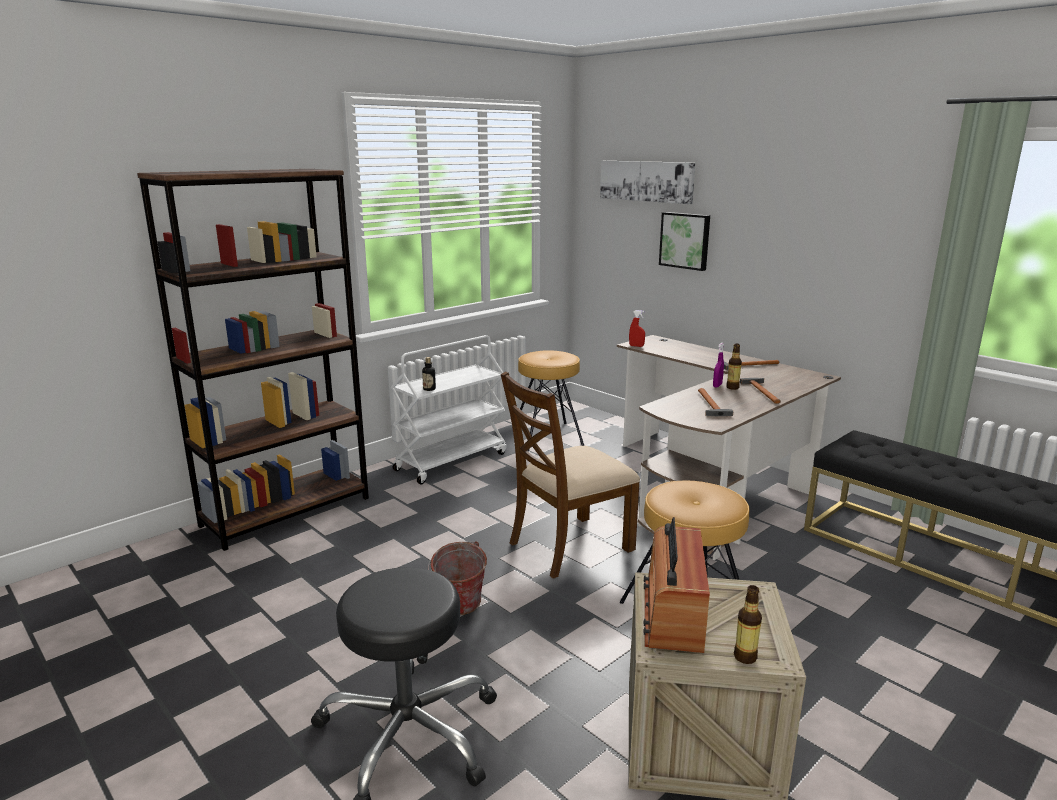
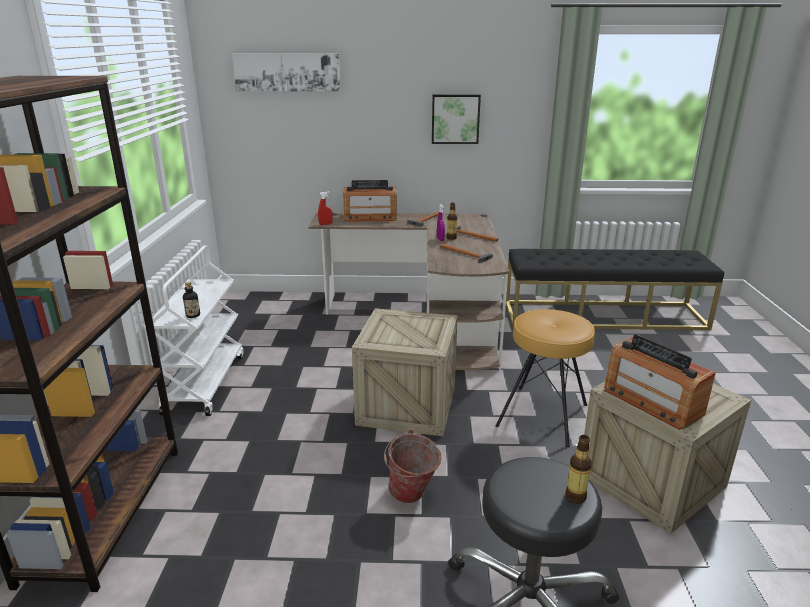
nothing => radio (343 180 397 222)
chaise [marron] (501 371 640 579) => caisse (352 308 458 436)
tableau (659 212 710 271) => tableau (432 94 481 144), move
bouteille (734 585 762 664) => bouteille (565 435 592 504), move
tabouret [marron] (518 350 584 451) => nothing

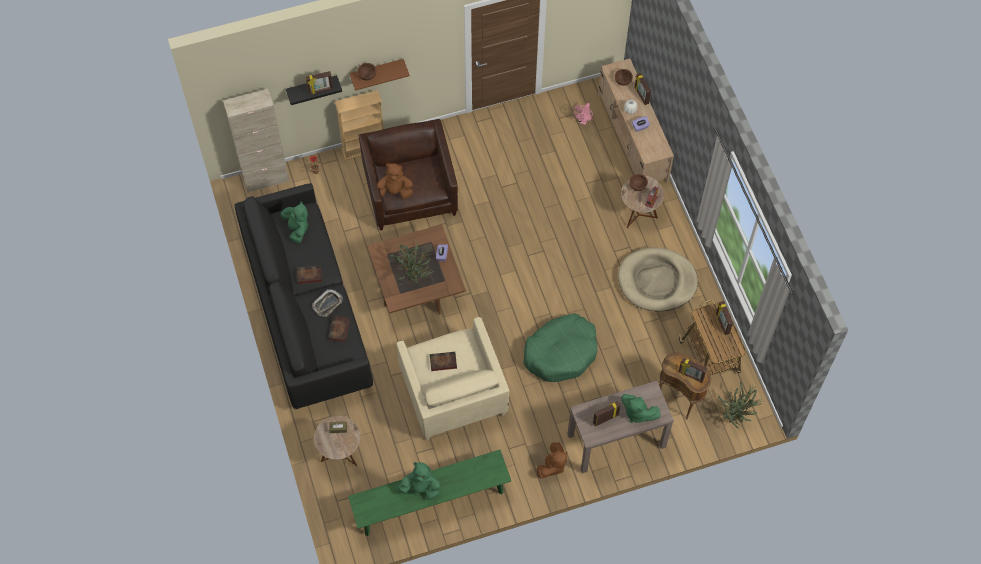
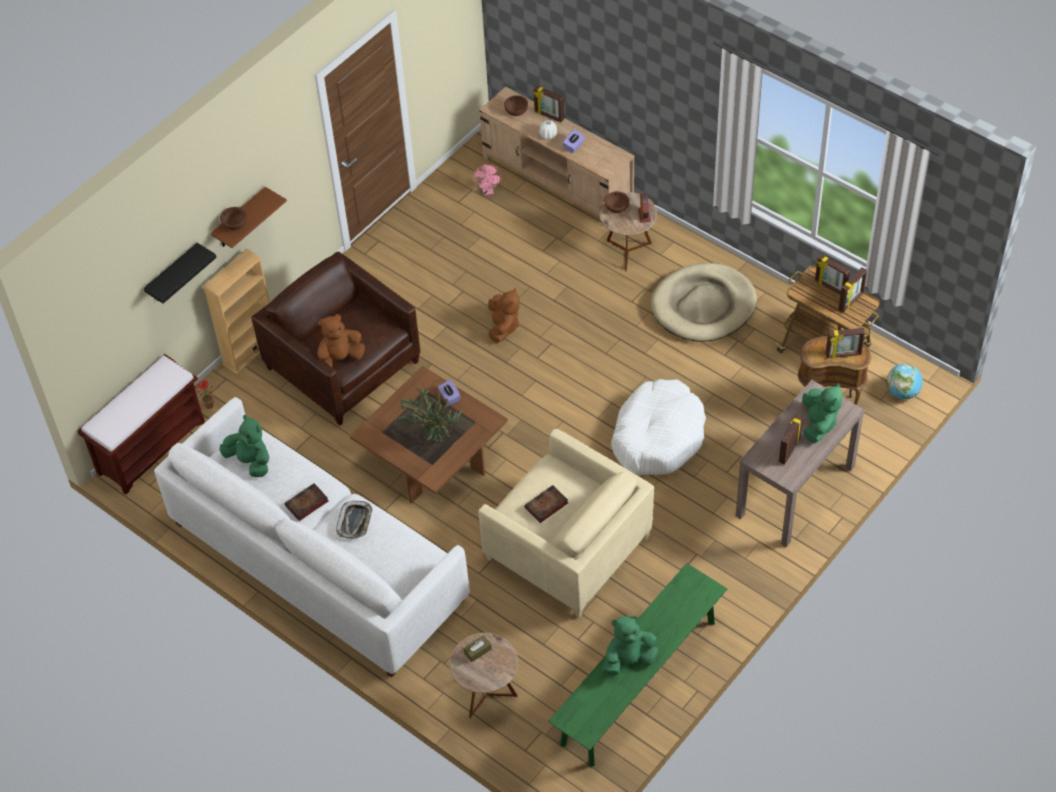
meuble de rangement [beige] (223 89 289 193) => banc [marron] (77 354 205 495)
canapé [noir] (235 183 373 409) => canapé [blanc] (154 397 470 677)
peluche [marron] (537 442 568 478) => peluche [marron] (488 288 520 343), move
panier pour chien [vert] (523 313 597 382) => panier pour chien [blanc] (611 379 706 475)
peluche [vert] (621 394 661 423) => peluche [vert] (802 383 842 443), 90 degrees counterclockwise
cadre photo (306 71 333 94) => cadre photo (838 267 867 313), move
plante en pot (718 382 763 429) => globe (886 364 923 400)
livre (329 316 350 342) => nothing

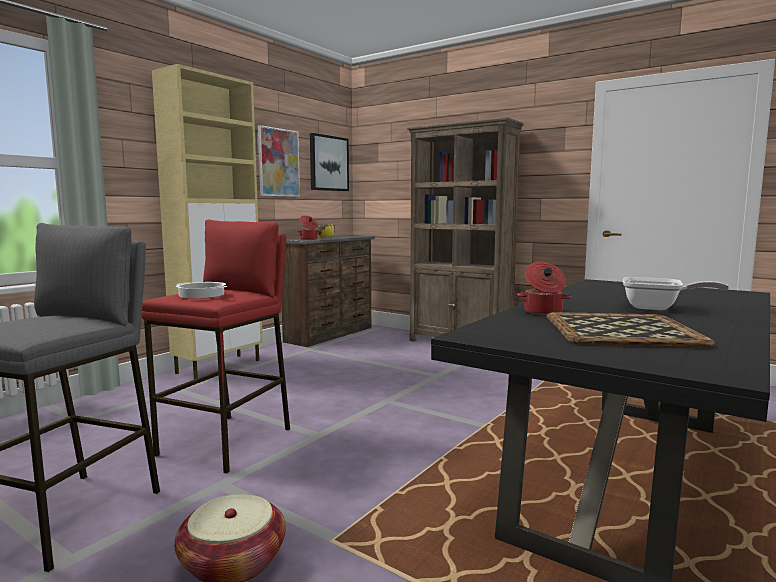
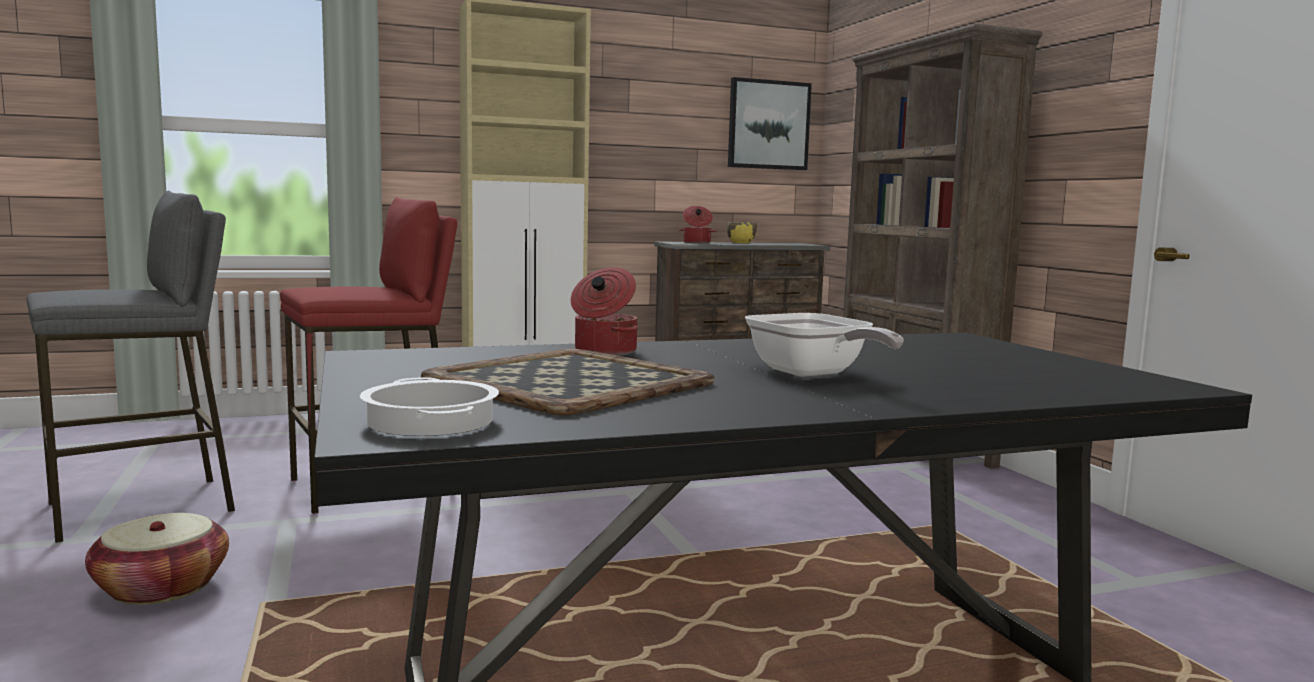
marmite (176 282 228 298) => marmite (360 377 499 436), move
tableau (258 125 300 197) => nothing

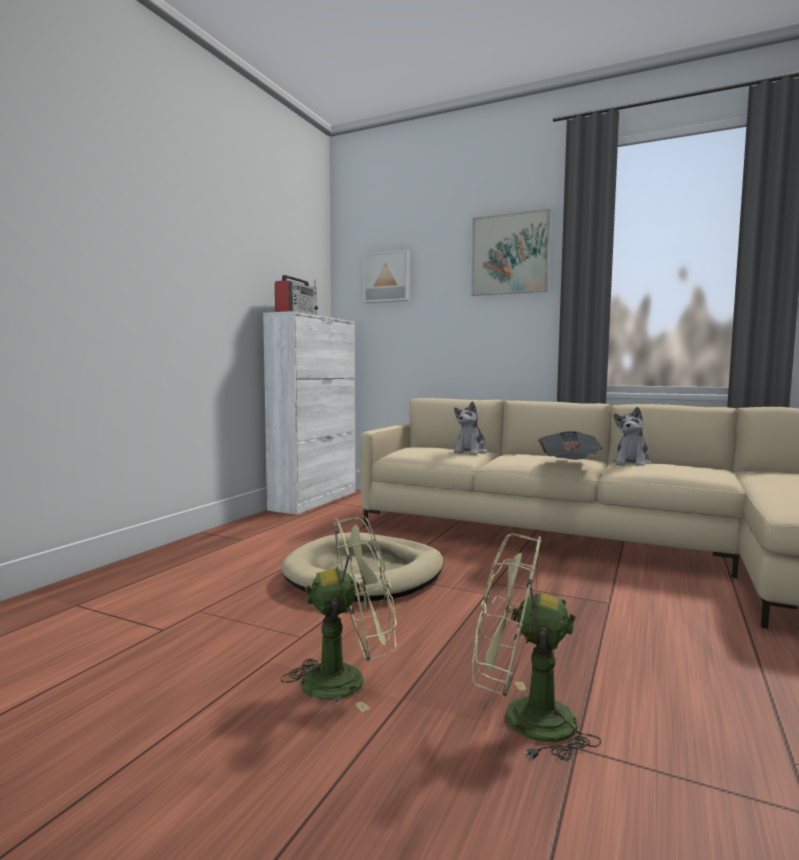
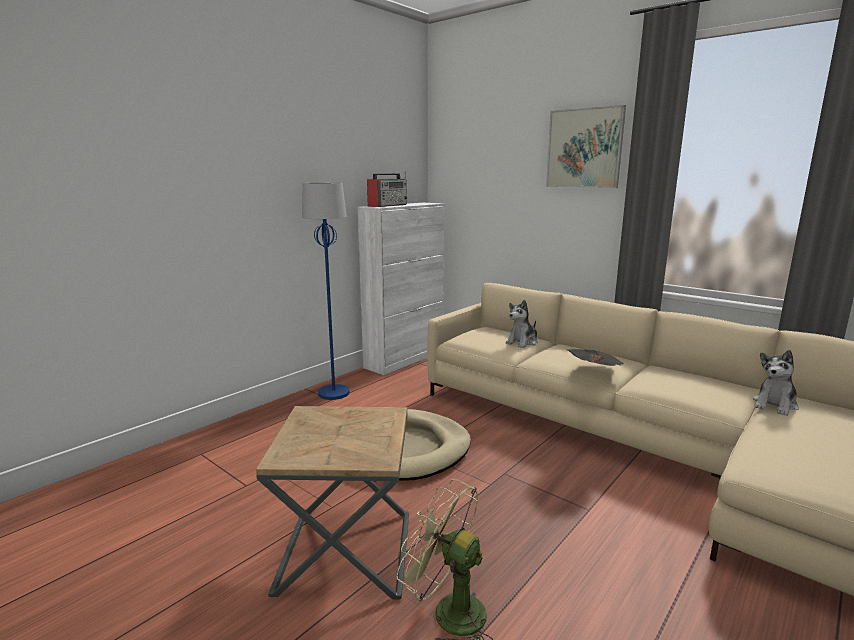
ventilateur [vert] (281 515 396 712) => table d'appoint [marron] (256 406 409 600)
nothing => lampadaire [bleu] (302 183 350 400)
peluche (613 407 652 466) => peluche (753 350 799 416), move
tableau (364 250 410 303) => nothing

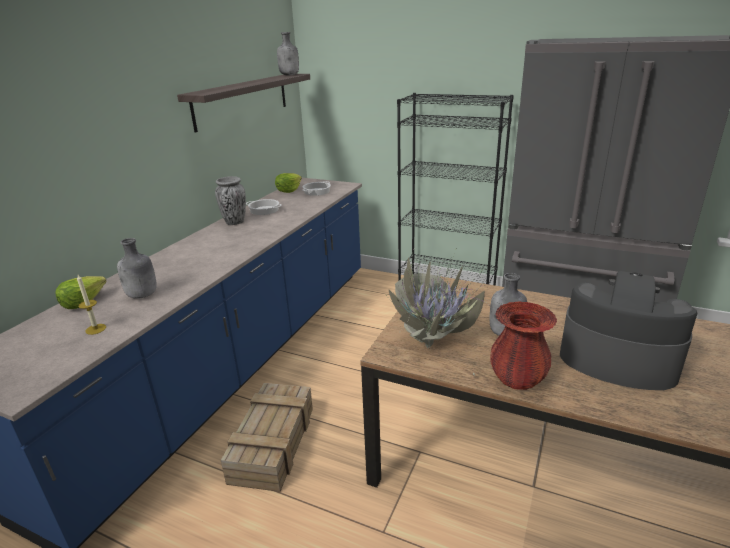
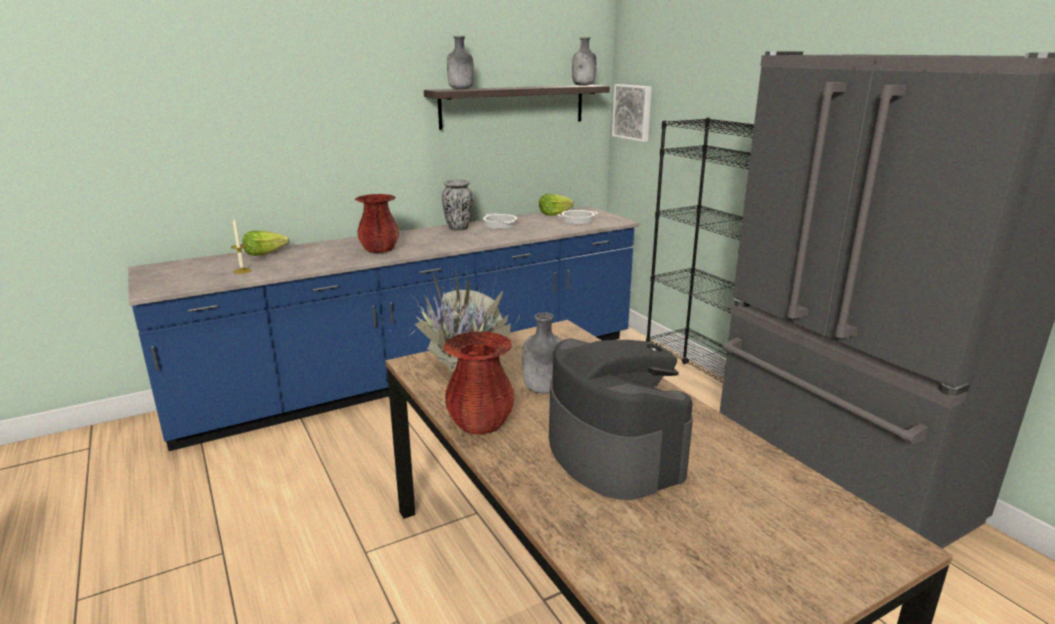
nothing => vase [rouge] (355 194 399 253)
bouteille [gris] (117 238 157 299) => bouteille [gris] (447 36 474 90), move
nothing => tableau (612 84 652 142)
caisse (221 383 313 492) => nothing

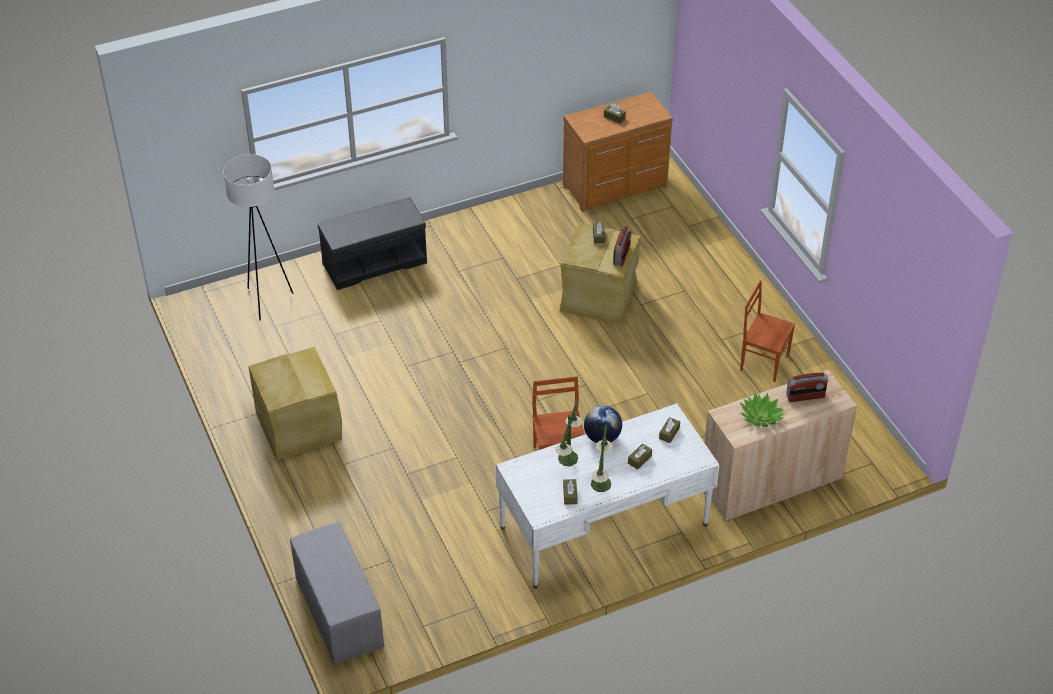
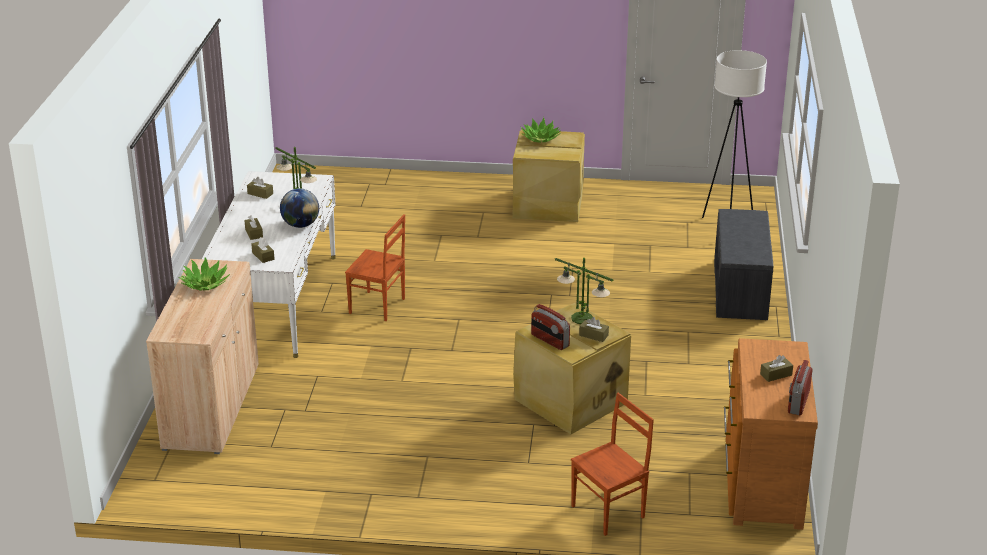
nothing => plante en pot (520 117 561 143)
lampe de table (591 425 613 492) => lampe de table (555 258 613 324), move
chaise [marron] (740 280 795 382) => chaise [marron] (571 393 654 536), move
radio (786 373 828 402) => radio (788 360 812 415), move
banc [gris] (290 522 384 665) => nothing

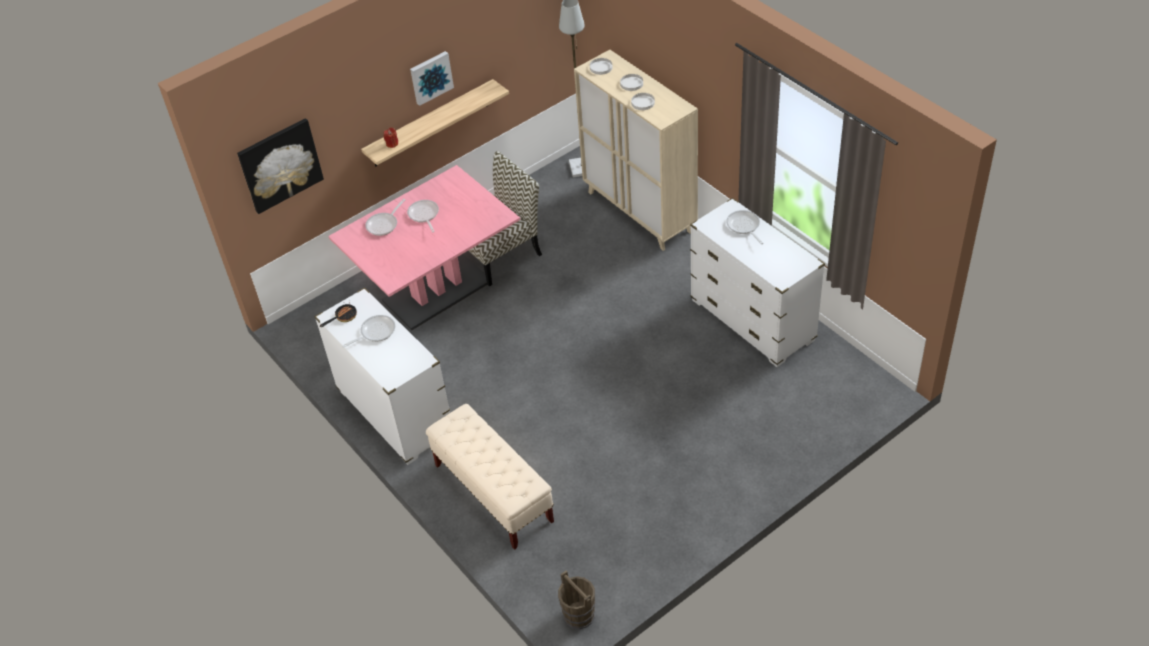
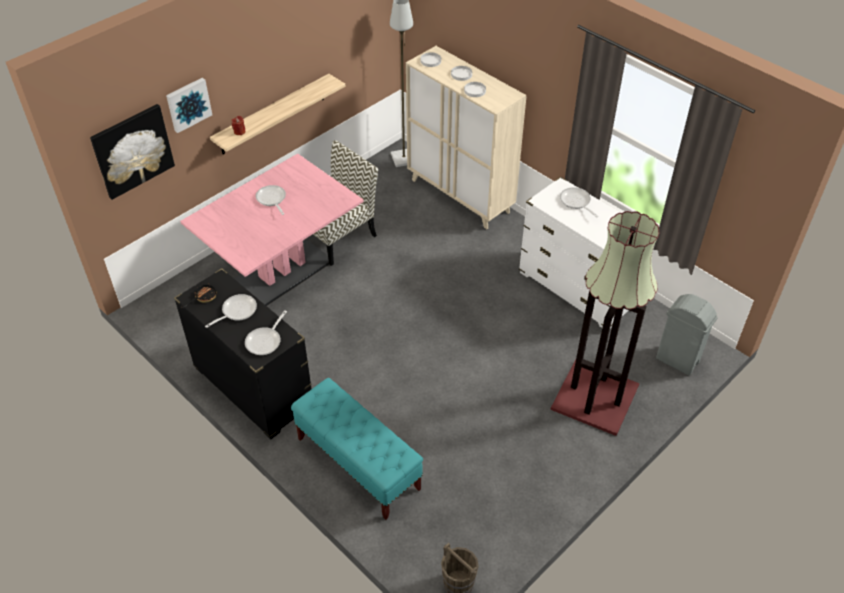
tableau (410 51 454 106) => tableau (166 78 212 133), move
commode [blanc] (314 287 450 465) => commode [noir] (174 268 311 439)
poêle (365 199 405 236) => poêle (245 310 287 355), move
banc [beige] (426 404 554 550) => banc [turquoise] (291 378 423 520)
nothing => lampadaire (551 211 660 436)
nothing => poubelle [gris] (656 294 717 375)

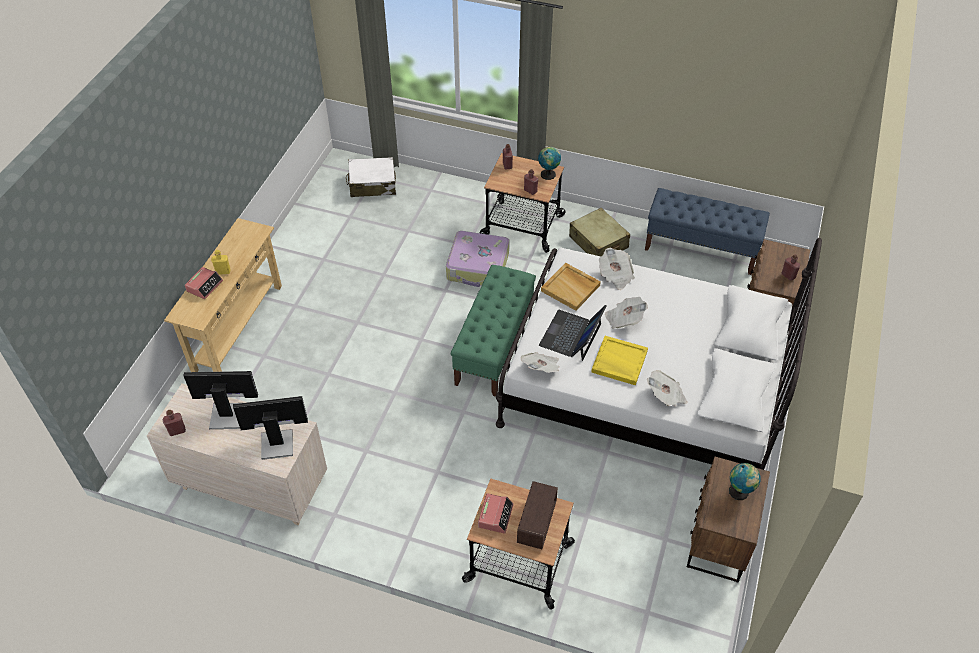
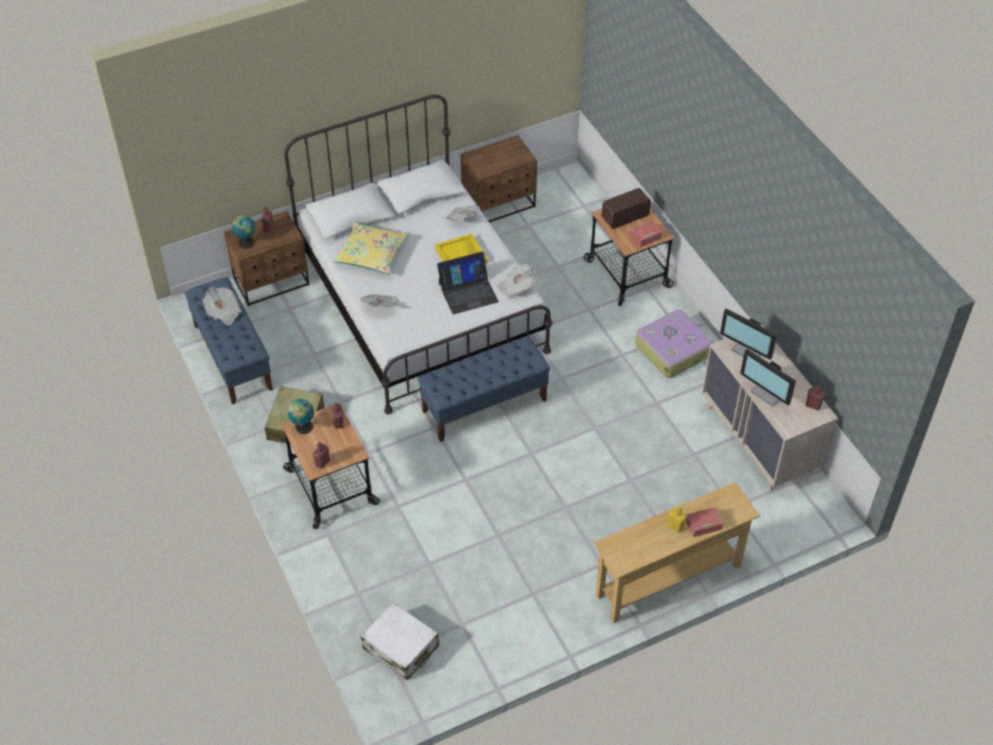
journal (605 297 648 329) => journal (203 287 242 325), move
globe (729 463 761 500) => globe (232 215 256 249), move
nothing => coussin [jaune] (333 222 409 275)
banc [vert] (451 265 536 397) => banc [bleu] (418 336 550 442)
valise (446 231 509 287) => valise (635 310 713 378), move
plateau [beige] (541 263 601 311) => nothing

